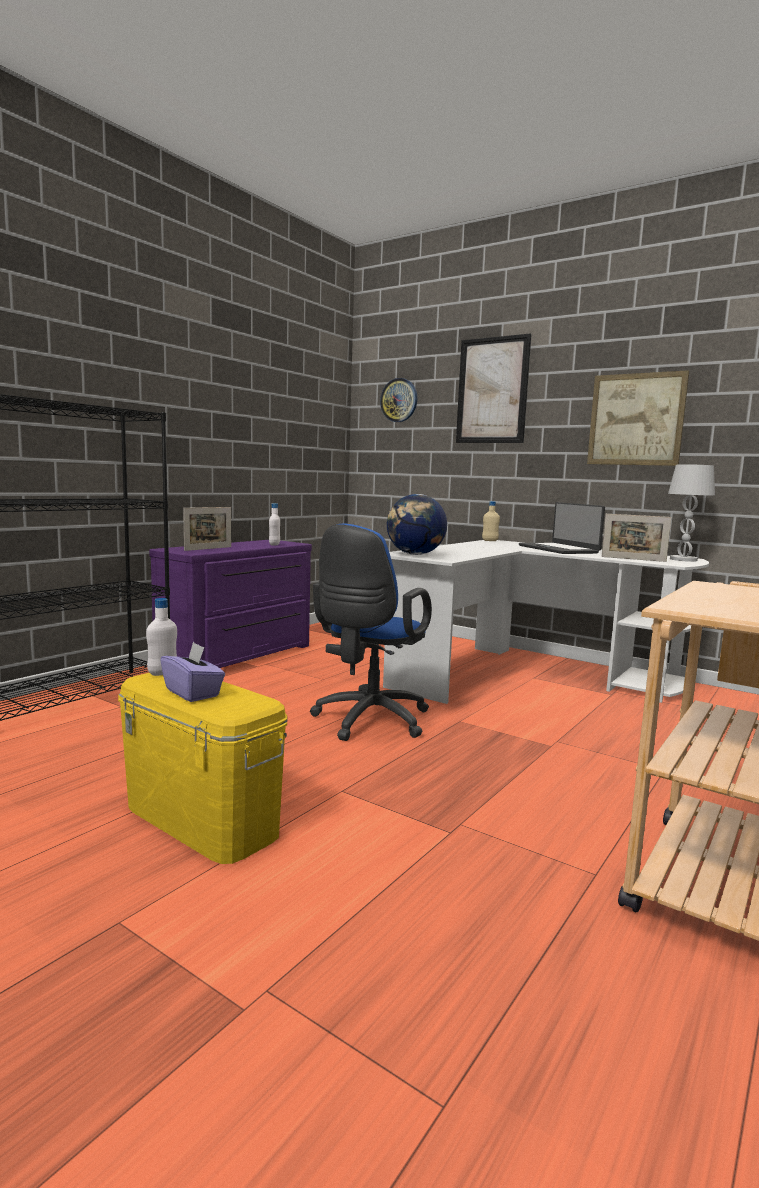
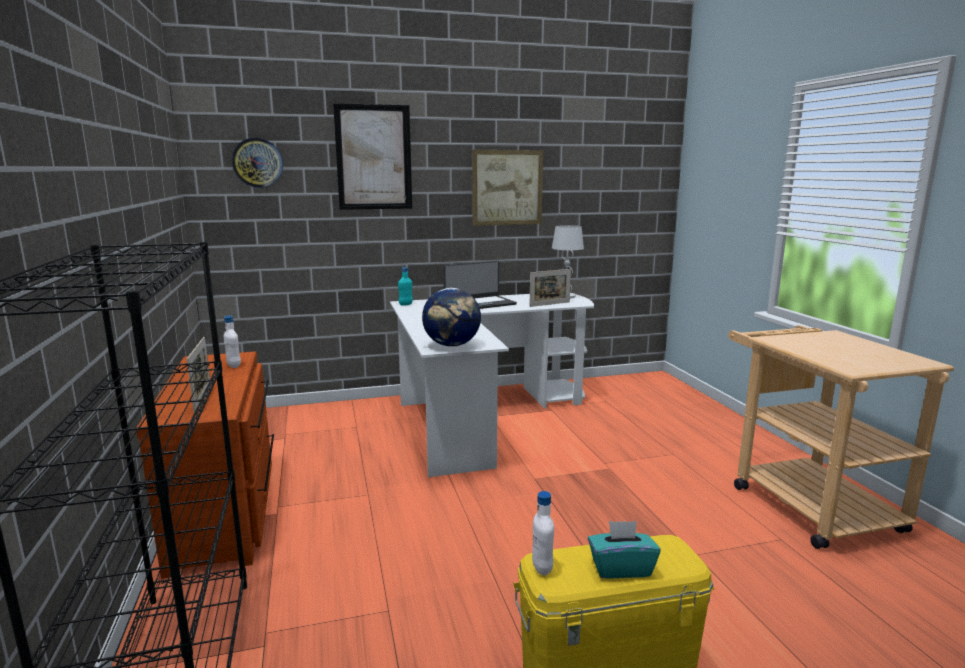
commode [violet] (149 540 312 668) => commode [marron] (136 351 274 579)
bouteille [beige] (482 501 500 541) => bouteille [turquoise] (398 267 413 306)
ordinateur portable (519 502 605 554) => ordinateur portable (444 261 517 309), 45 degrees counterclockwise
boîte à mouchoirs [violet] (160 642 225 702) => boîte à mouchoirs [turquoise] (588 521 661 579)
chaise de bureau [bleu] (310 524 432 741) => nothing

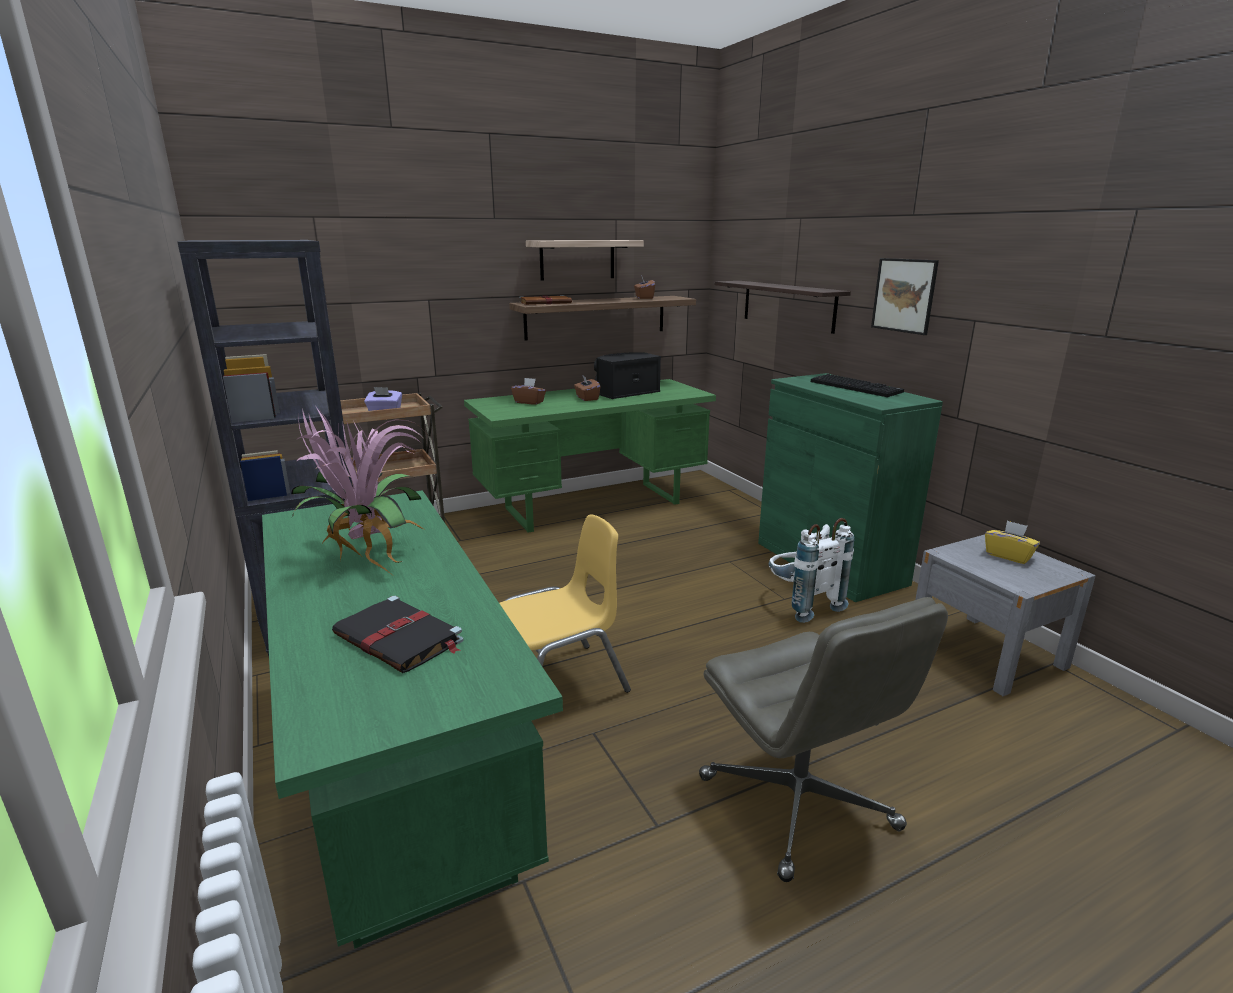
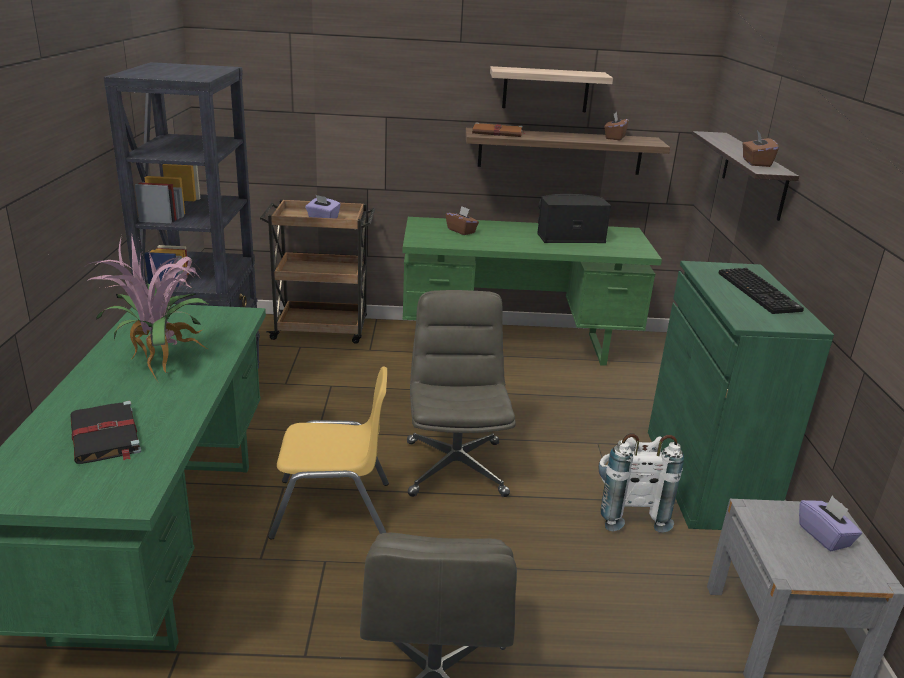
nothing => chaise de bureau [gris] (407 290 516 497)
boîte à mouchoirs [marron] (574 375 600 401) => boîte à mouchoirs [marron] (743 131 779 167), move
boîte à mouchoirs [jaune] (985 520 1040 564) => boîte à mouchoirs [violet] (799 496 862 551)
tableau (871 258 939 335) => nothing

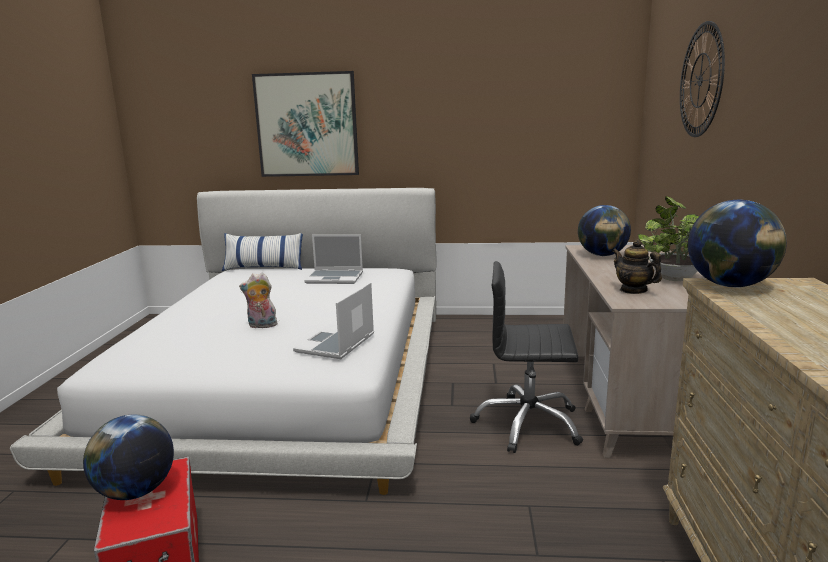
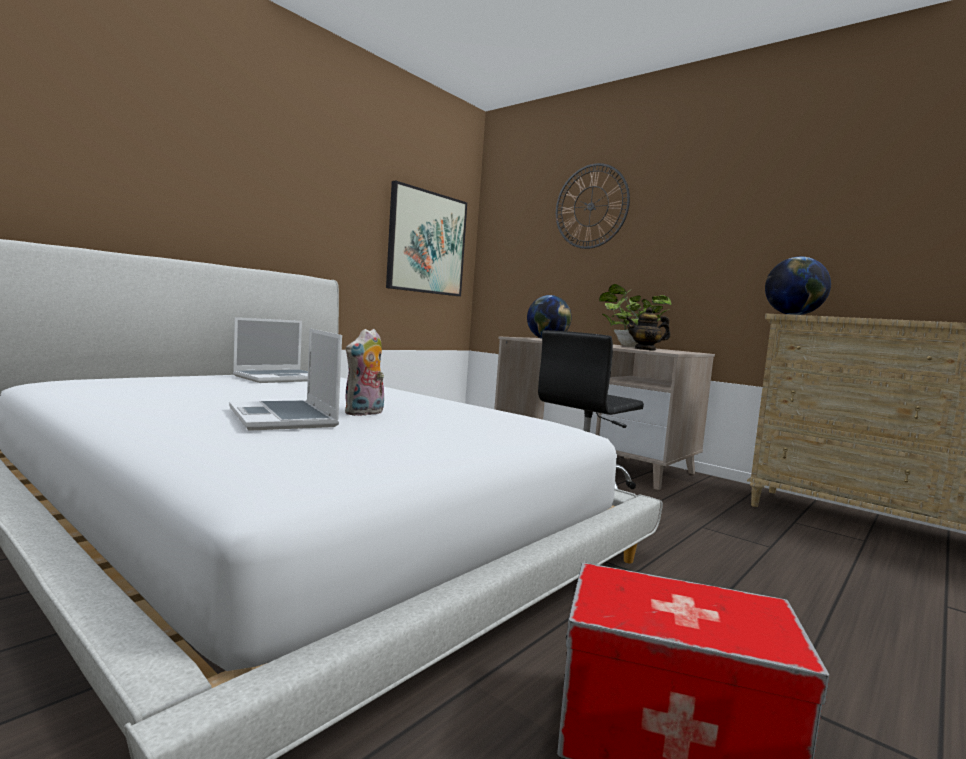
ordinateur portable (293 282 374 359) => ordinateur portable (229 329 342 431), move
tableau (252 71 359 177) => tableau (386 180 467 296), move
globe (83 414 174 500) => nothing
coussin (222 233 303 271) => nothing

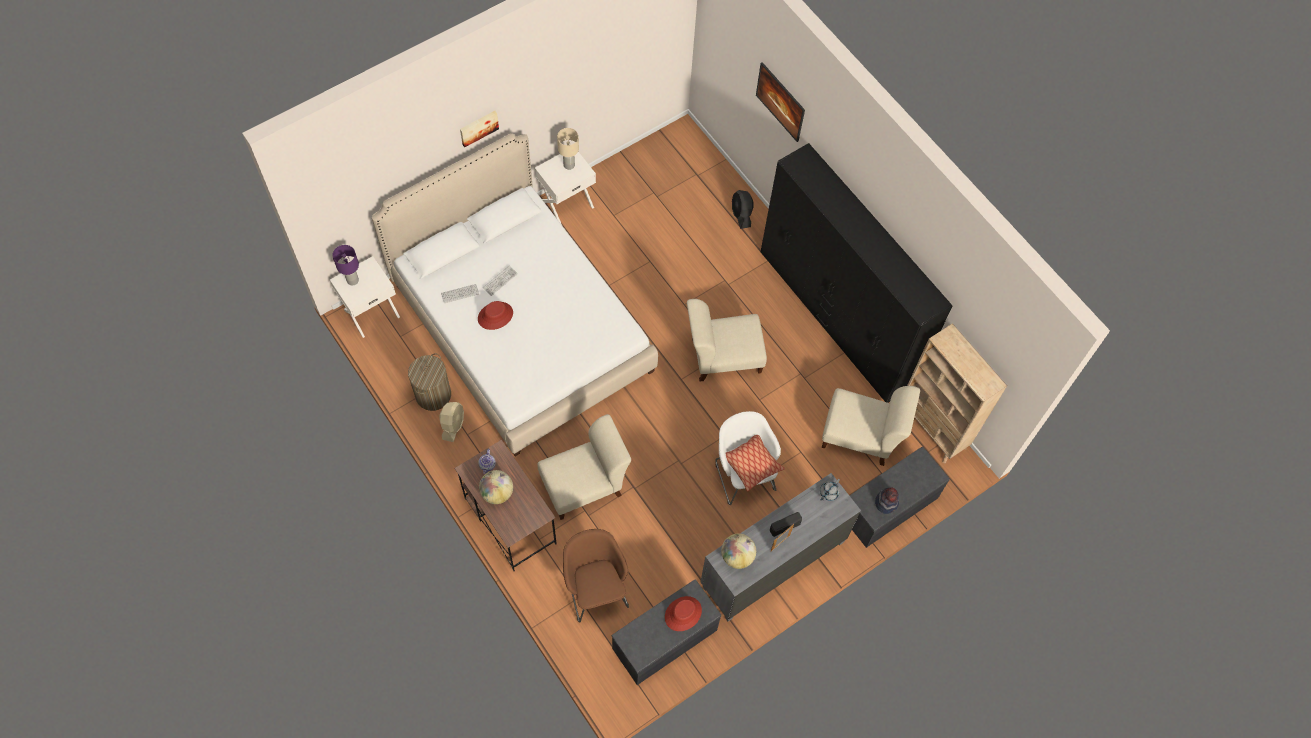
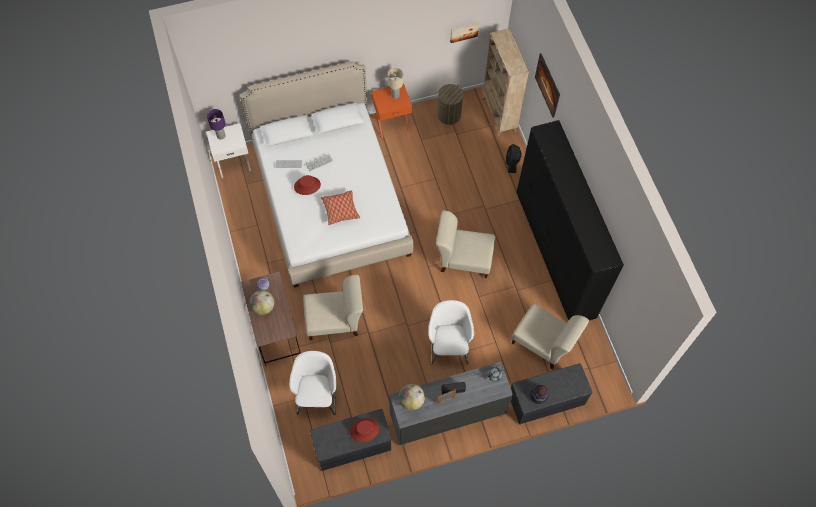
fauteuil [marron] (563 529 629 623) => fauteuil [blanc] (289 351 337 415)
coussin (726 435 785 492) => coussin (321 190 360 225), move
table de chevet [blanc] (535 152 596 225) => table de chevet [orange] (371 83 412 138)
panier à linge (408 353 451 411) => panier à linge (437 84 463 125), move
tableau (460 111 499 147) => tableau (450 23 479 43), move
bibliothèque [beige] (907 323 1007 464) => bibliothèque [beige] (482 28 529 137), move
ventilateur [beige] (439 402 464 442) => nothing

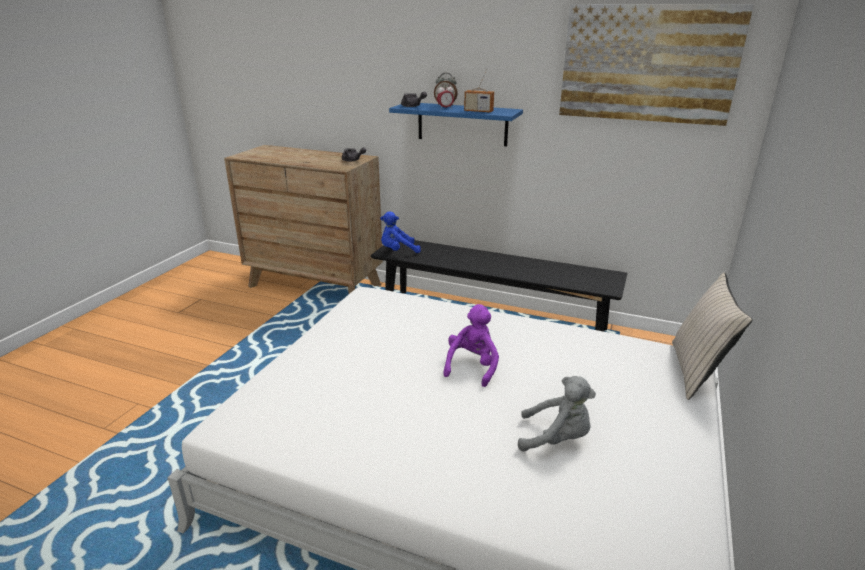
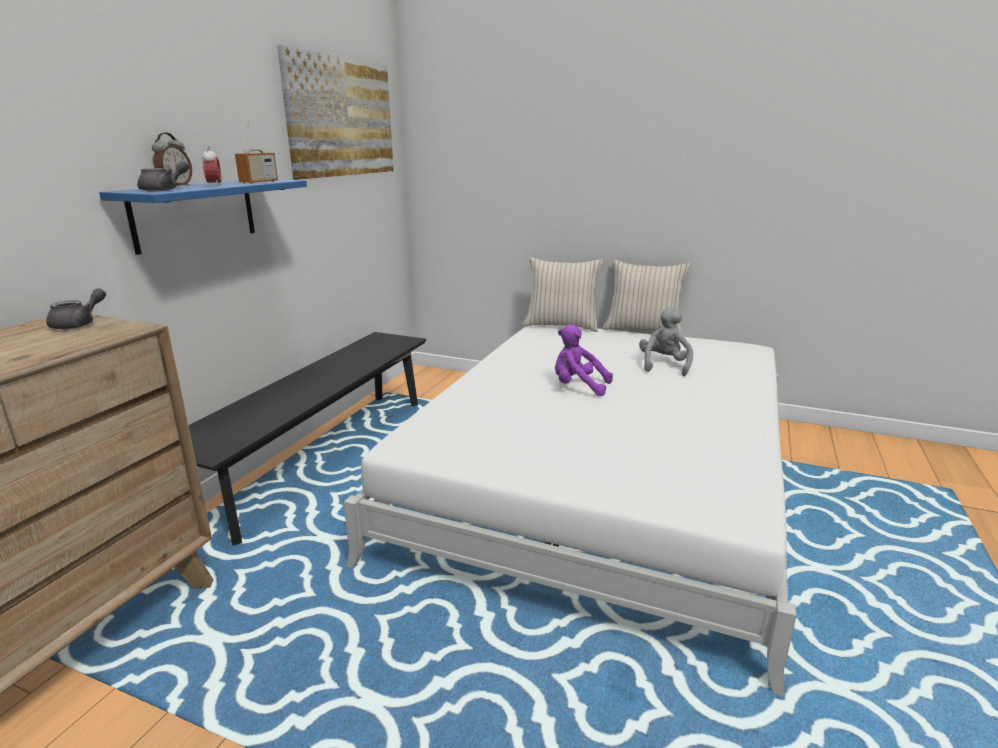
nothing => coussin [beige] (603 260 690 333)
peluche [bleu] (380 211 421 253) => nothing

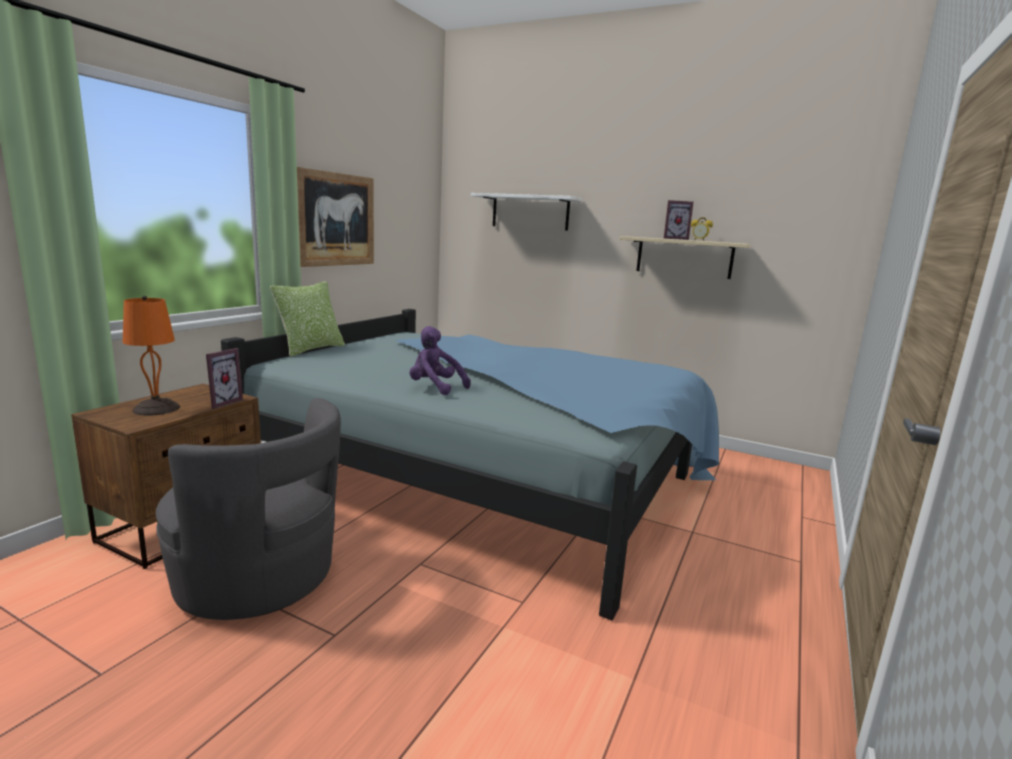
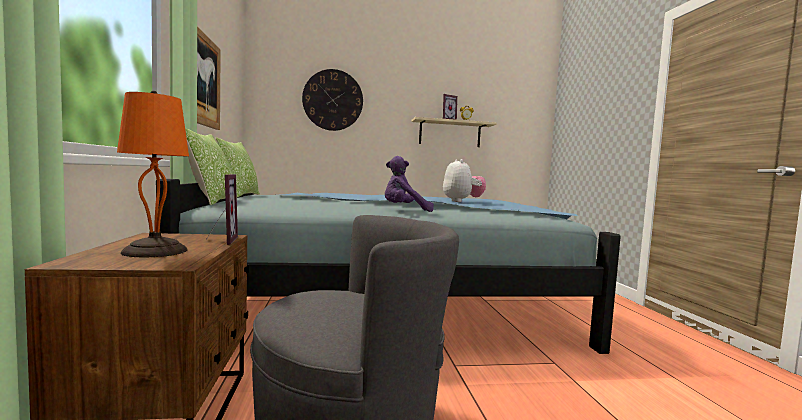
nothing => coussin (215 137 260 197)
étagère [blanc] (471 193 582 231) => horloge murale (302 69 363 131)
nothing => peluche (443 159 486 202)

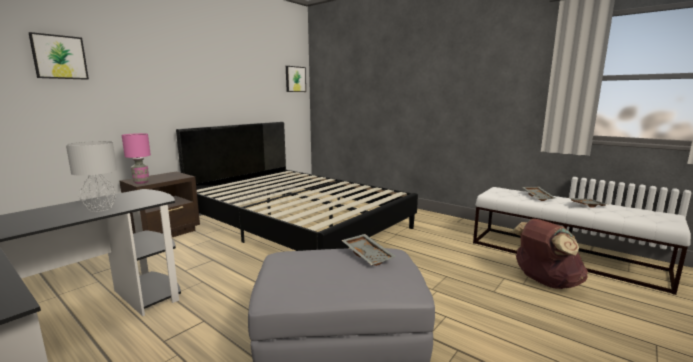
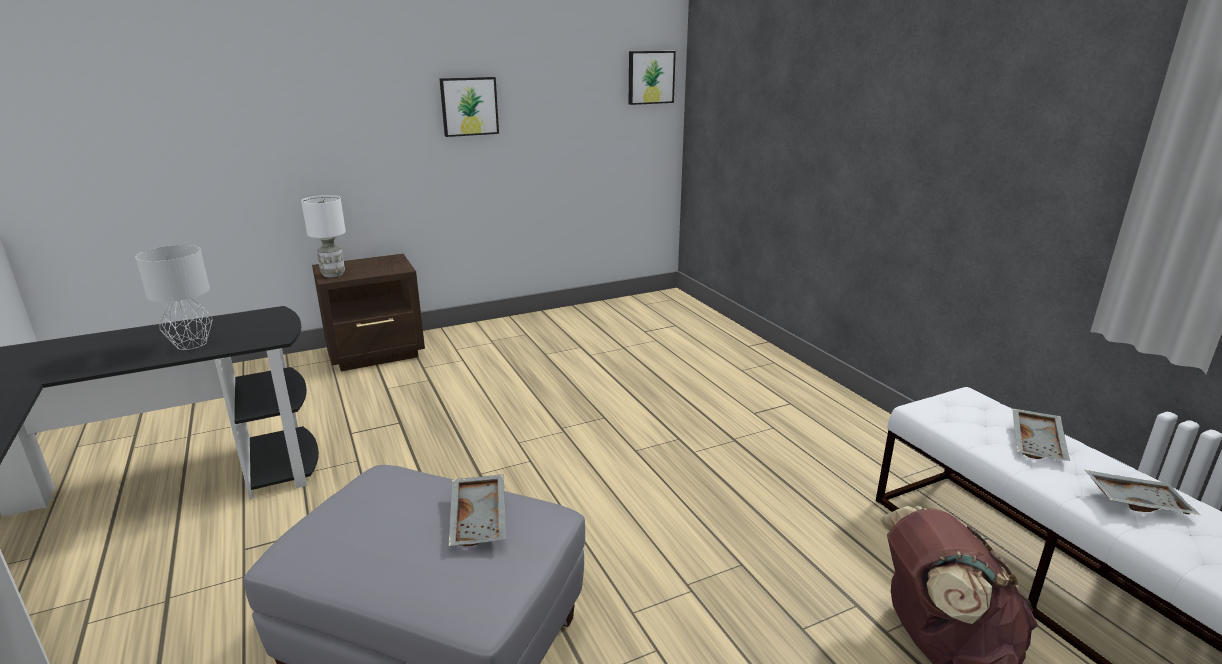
lampe de table [rose] (122 133 151 184) => lampe de table [blanc] (301 195 346 277)
tableau (29 32 89 80) => tableau (439 77 499 137), move
lit [noir] (176 122 418 251) => nothing

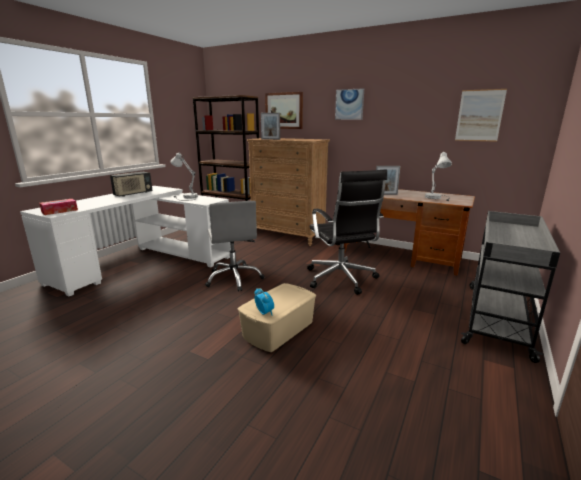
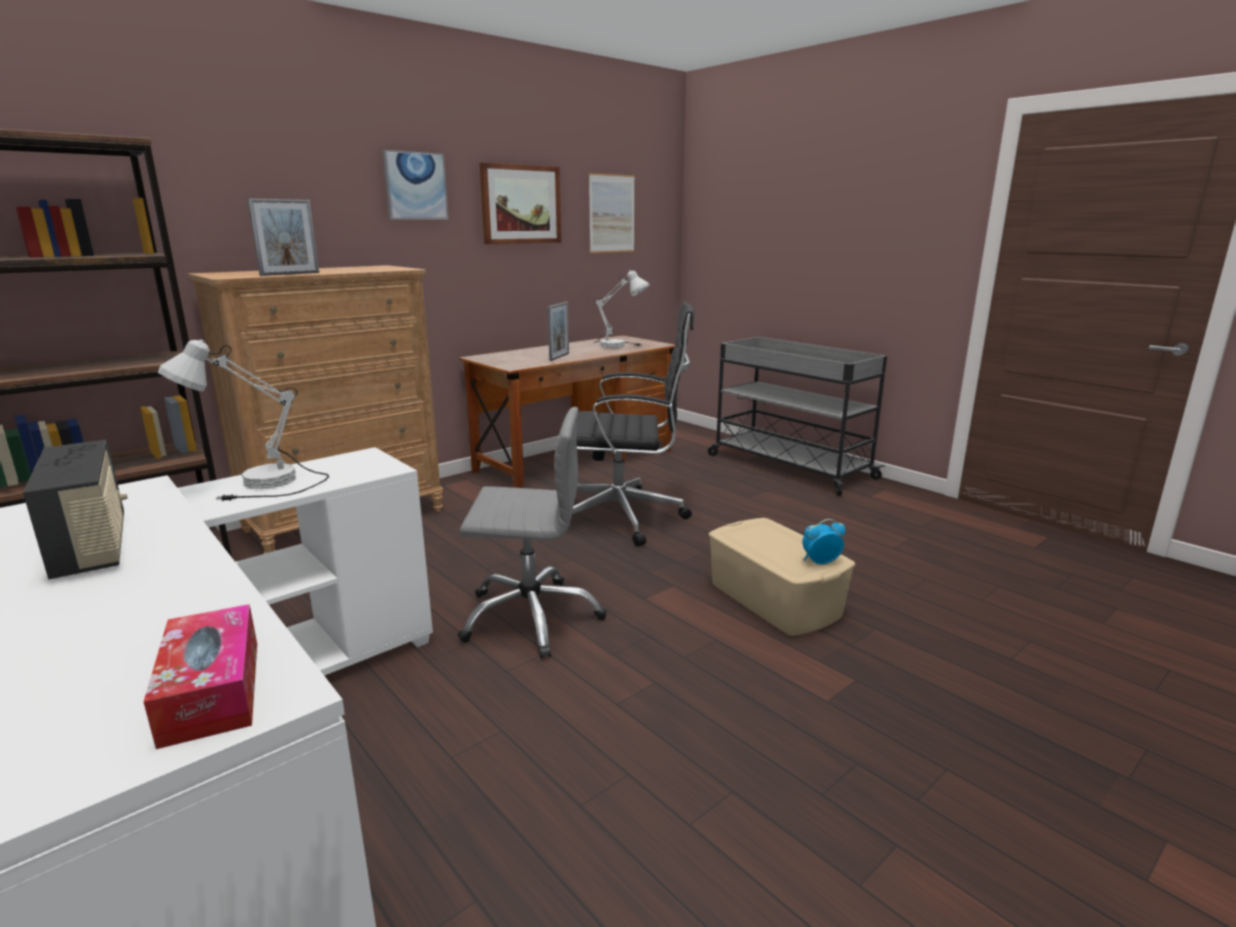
tableau (265 92 303 129) => tableau (480 162 561 244), move

